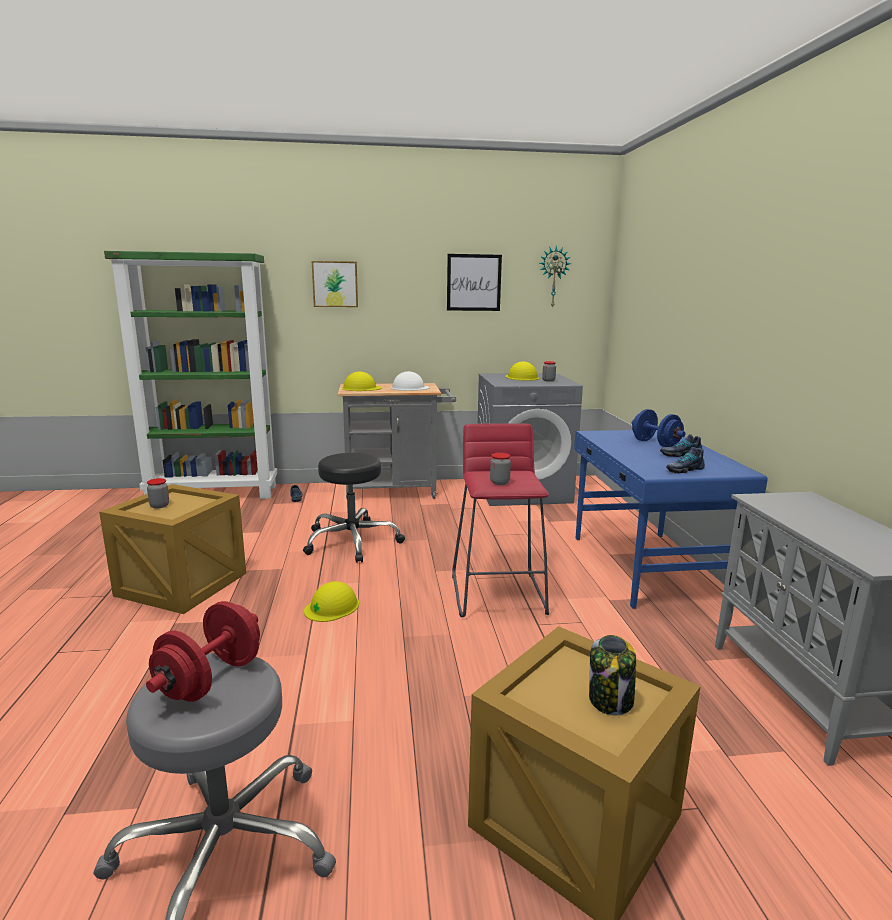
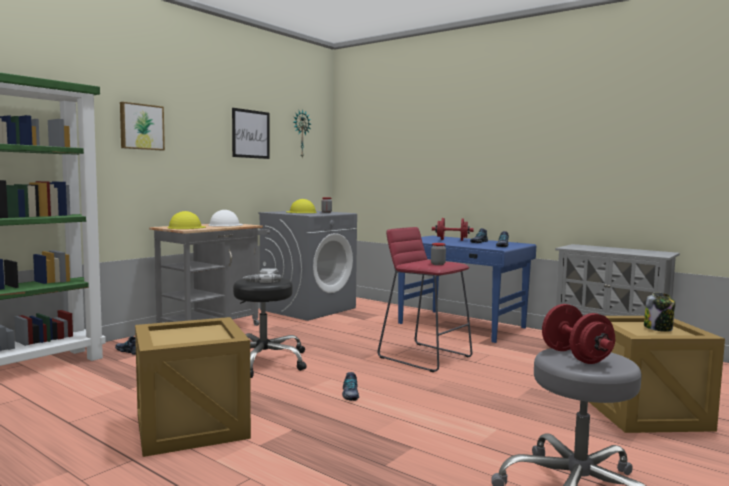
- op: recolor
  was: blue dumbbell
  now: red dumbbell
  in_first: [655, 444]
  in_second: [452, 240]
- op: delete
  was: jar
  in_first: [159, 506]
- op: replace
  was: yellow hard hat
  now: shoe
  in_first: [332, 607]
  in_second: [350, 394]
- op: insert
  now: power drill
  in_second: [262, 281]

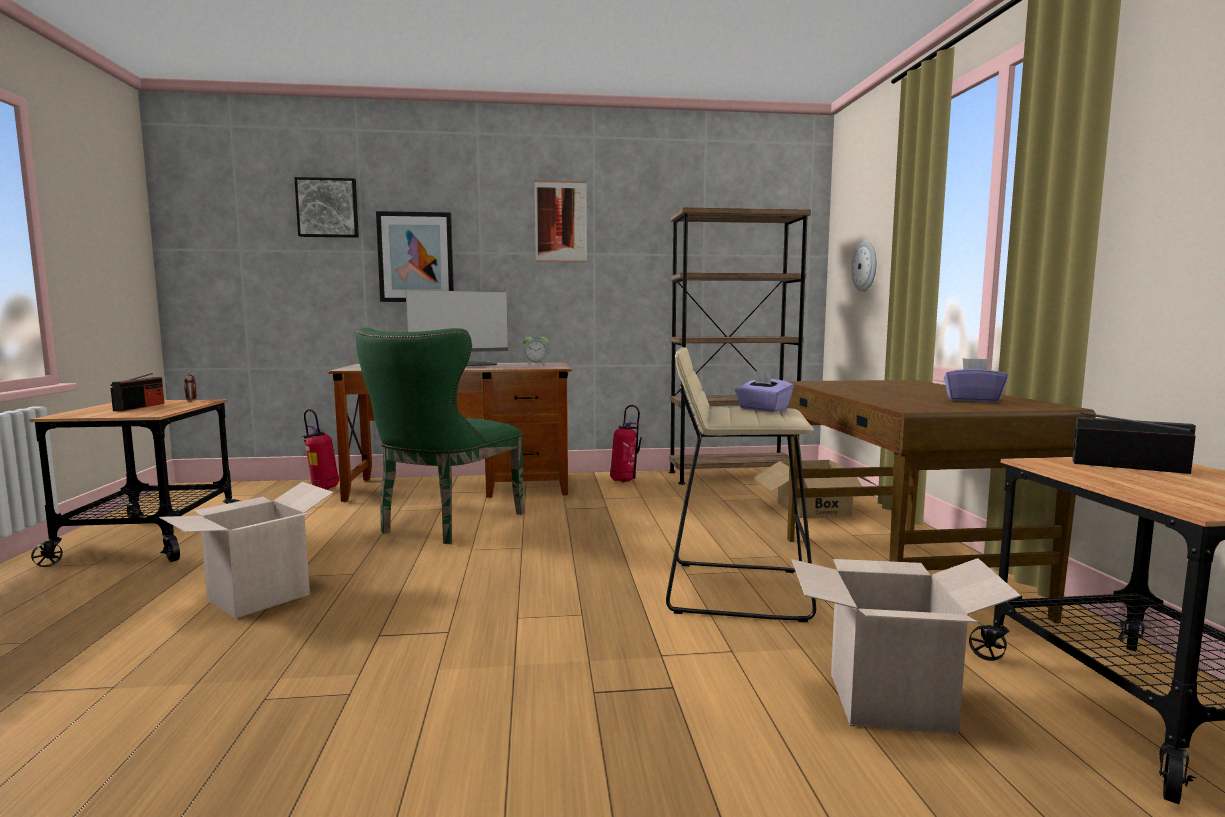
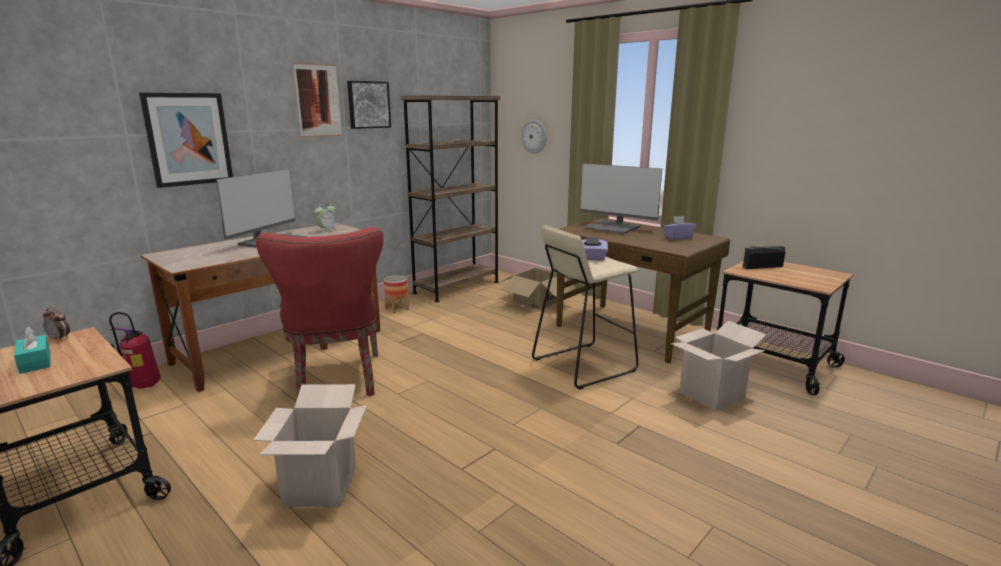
- op: move
  was: picture
  in_first: [328, 208]
  in_second: [368, 104]
- op: recolor
  was: green chair
  now: red chair
  in_first: [445, 524]
  in_second: [337, 382]
- op: replace
  was: radio
  now: turquoise tissue box
  in_first: [139, 407]
  in_second: [35, 362]
- op: replace
  was: fire extinguisher
  now: planter
  in_first: [624, 481]
  in_second: [397, 309]
- op: insert
  now: monitor
  in_second: [613, 227]

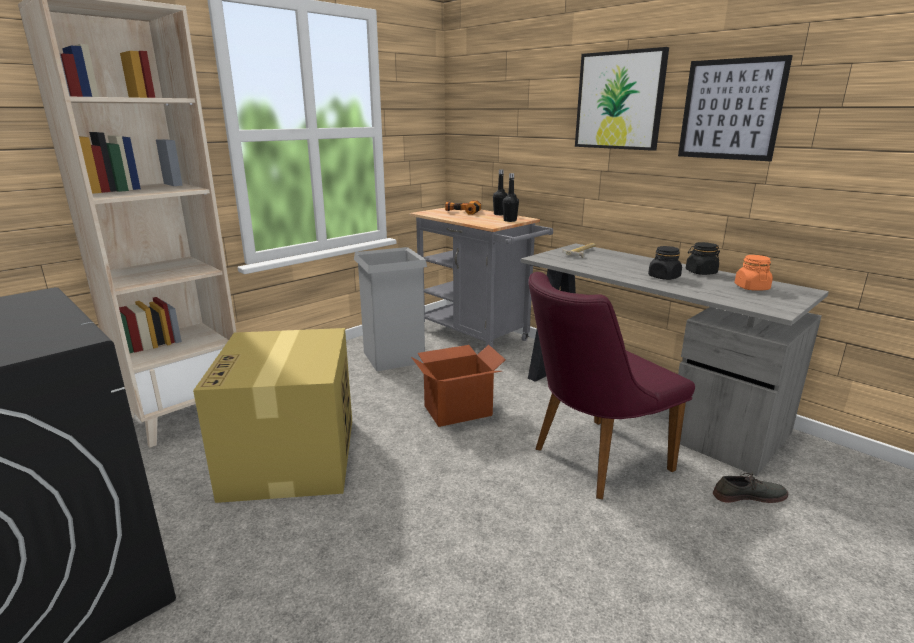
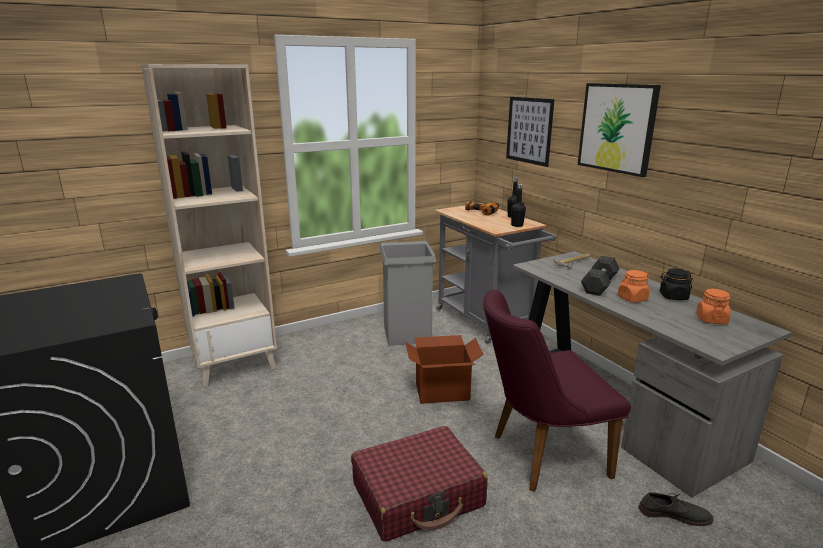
- op: move
  was: picture
  in_first: [730, 110]
  in_second: [529, 130]
- op: recolor
  was: black jar
  now: orange jar
  in_first: [664, 277]
  in_second: [632, 298]
- op: delete
  was: cardboard box
  in_first: [291, 458]
- op: insert
  now: grey dumbbell
  in_second: [599, 285]
- op: insert
  now: red suitcase
  in_second: [418, 495]

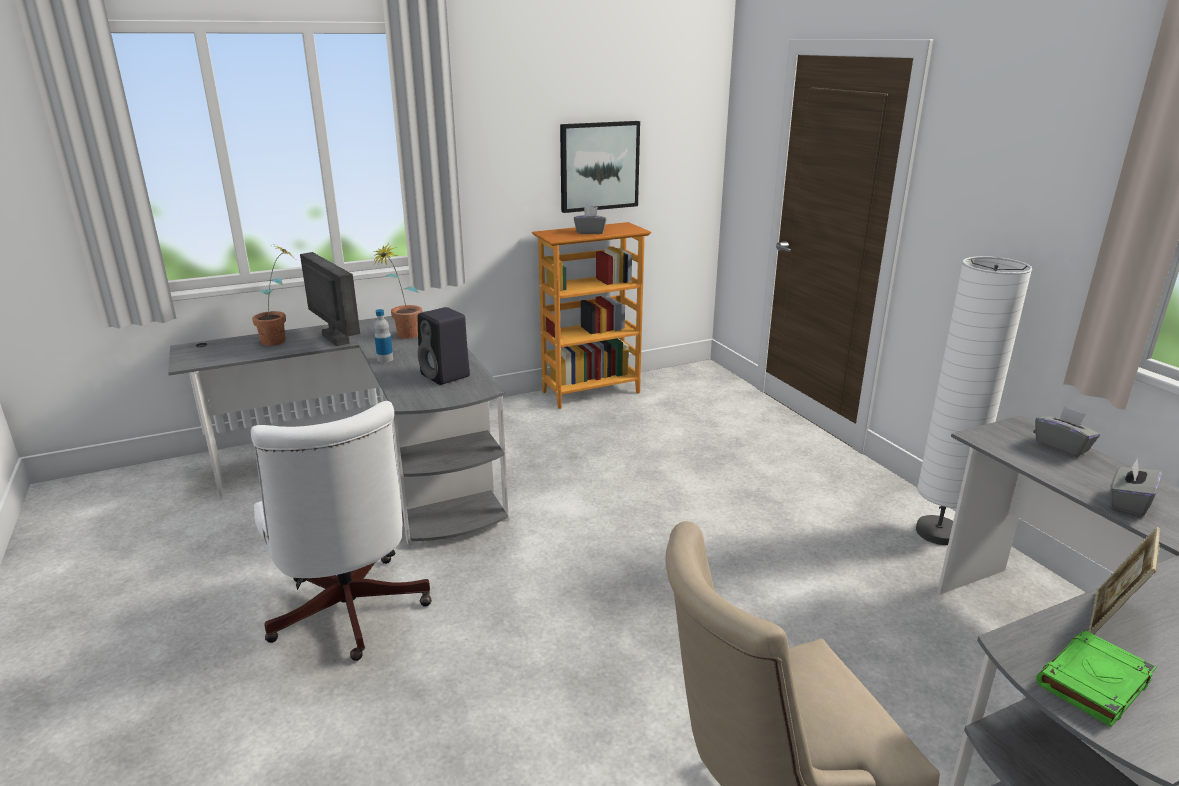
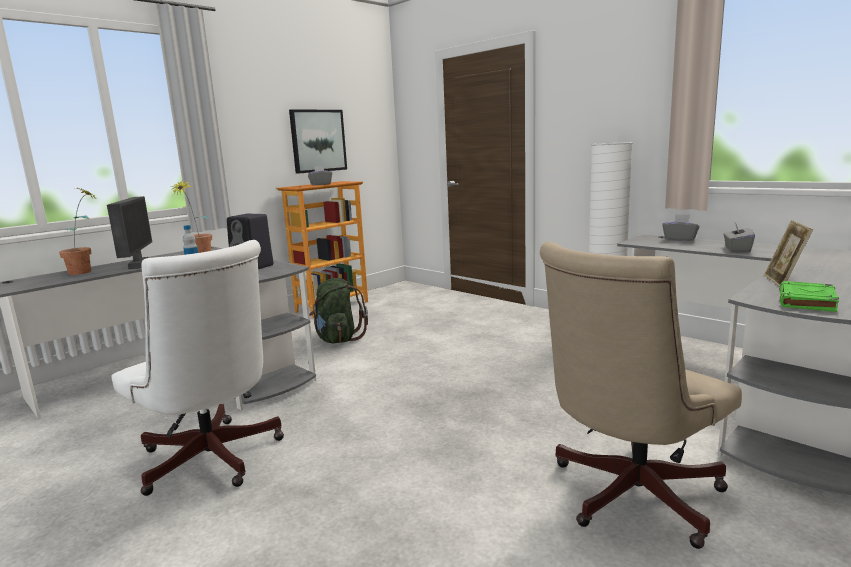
- op: rotate
  was: monitor
  in_first: [334, 339]
  in_second: [137, 265]
  clockwise: 45
- op: insert
  now: green backpack
  in_second: [337, 339]

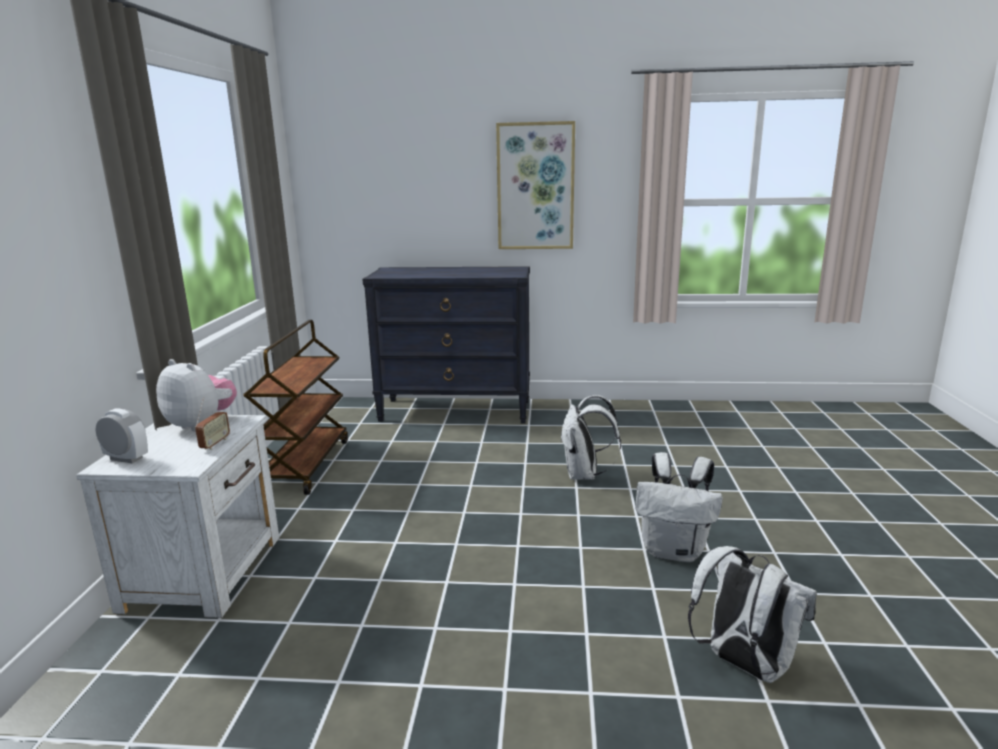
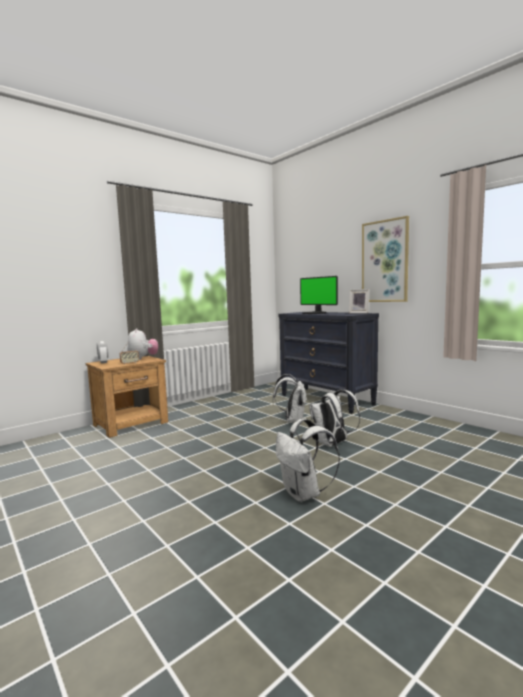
- op: delete
  was: brown cart
  in_first: [305, 465]
- op: recolor
  was: white nightstand
  now: brown nightstand
  in_first: [206, 571]
  in_second: [132, 423]
- op: move
  was: white backpack
  in_first: [743, 664]
  in_second: [292, 421]
- op: insert
  now: monitor
  in_second: [315, 313]
- op: insert
  now: picture frame
  in_second: [359, 313]

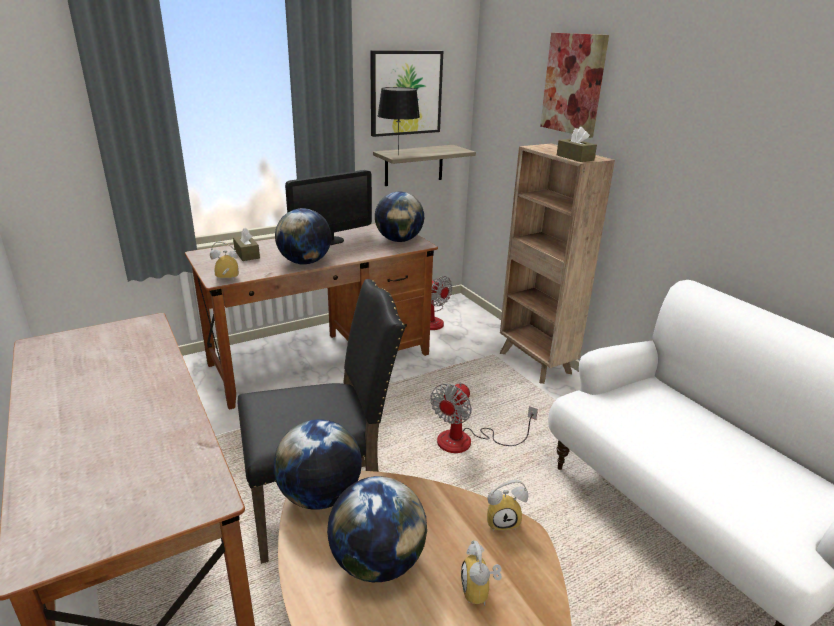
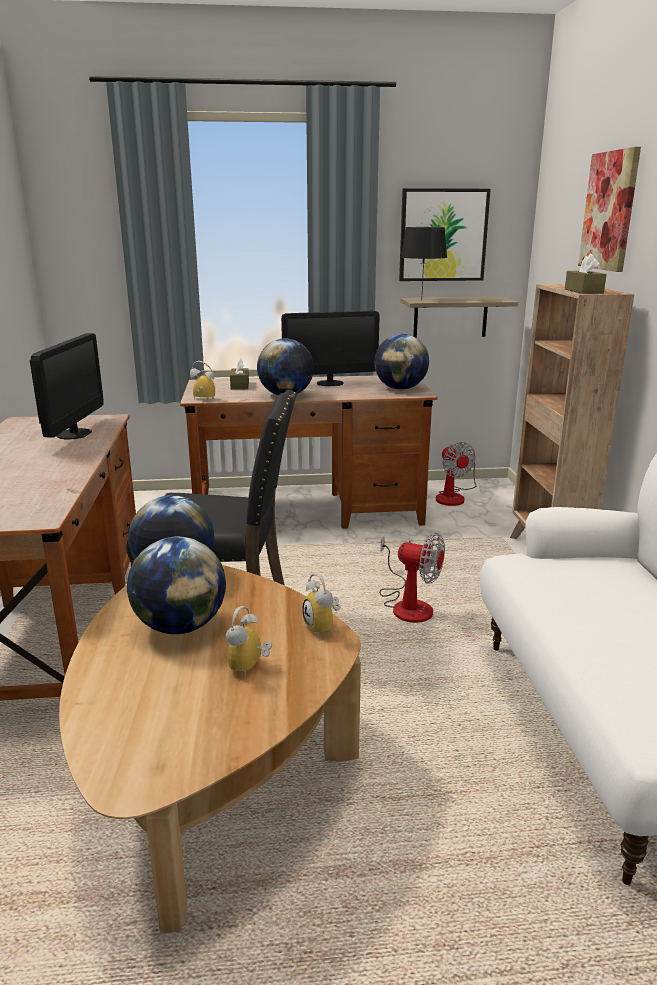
- op: rotate
  was: fan
  in_first: [467, 441]
  in_second: [407, 604]
  clockwise: -120
- op: rotate
  was: alarm clock
  in_first: [503, 520]
  in_second: [324, 627]
  clockwise: 45
- op: insert
  now: monitor
  in_second: [74, 434]

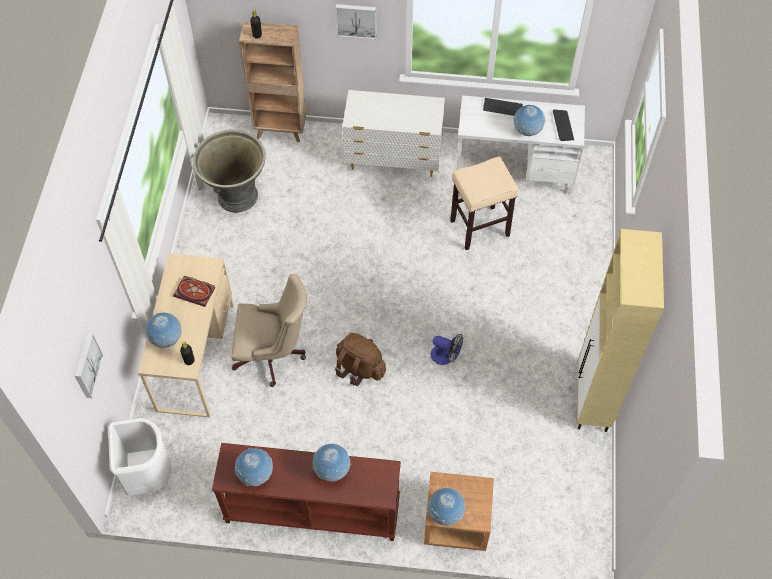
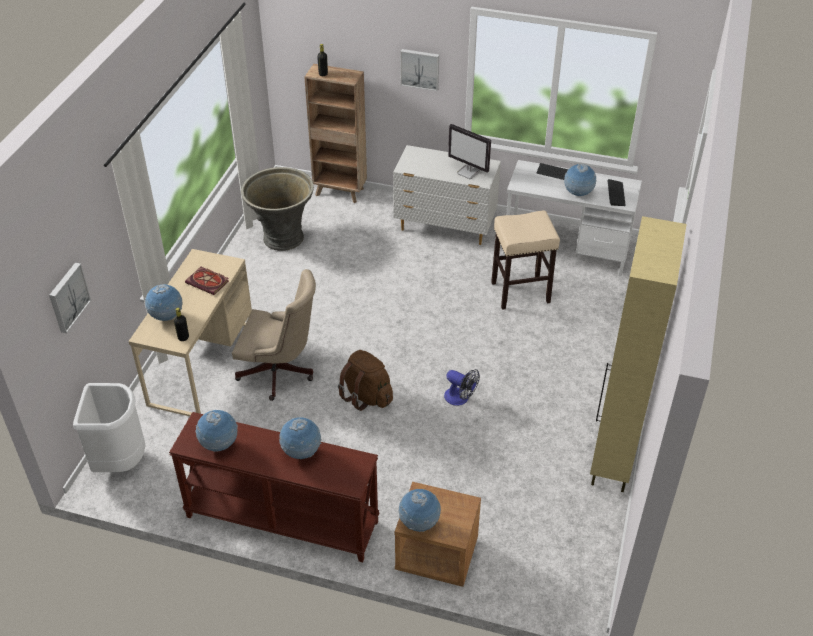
- op: insert
  now: monitor
  in_second: [469, 172]

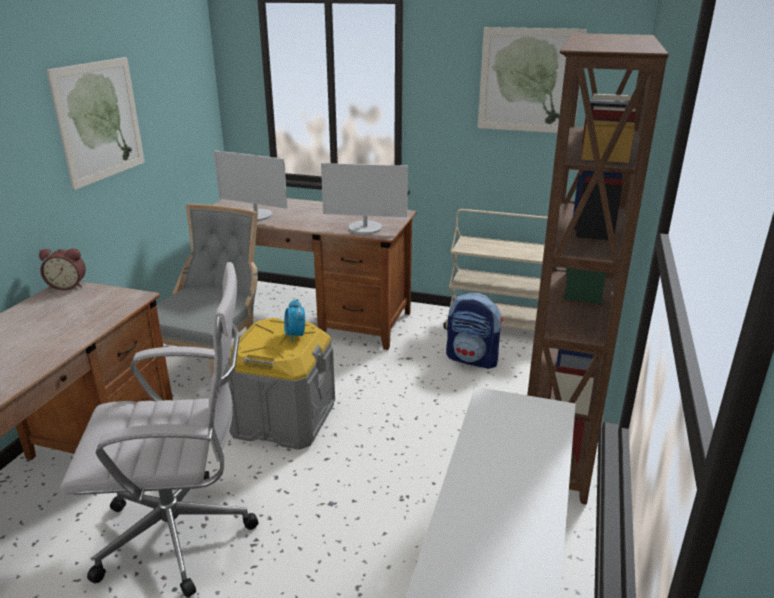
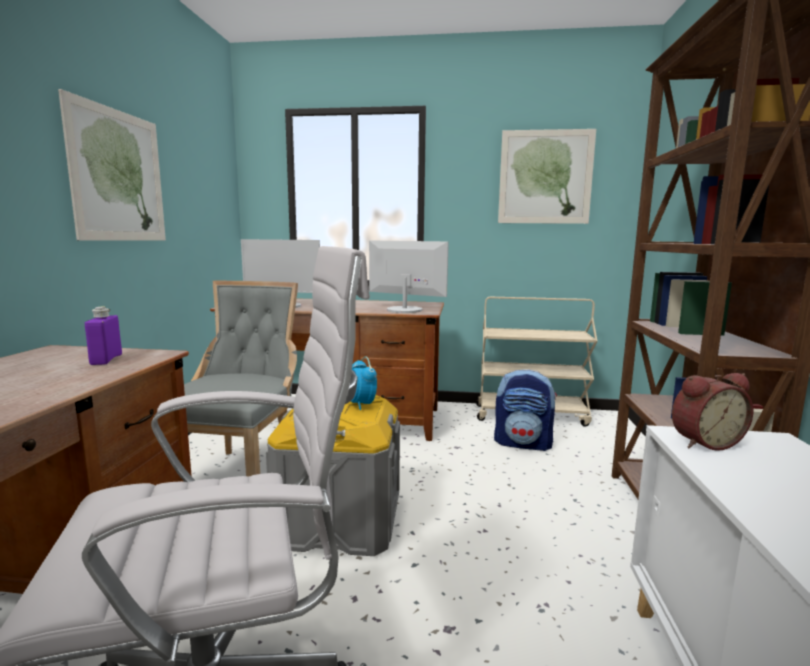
- op: rotate
  was: monitor
  in_first: [365, 228]
  in_second: [404, 310]
  clockwise: -150
- op: move
  was: alarm clock
  in_first: [68, 285]
  in_second: [703, 442]
- op: insert
  now: purple bottle
  in_second: [106, 359]

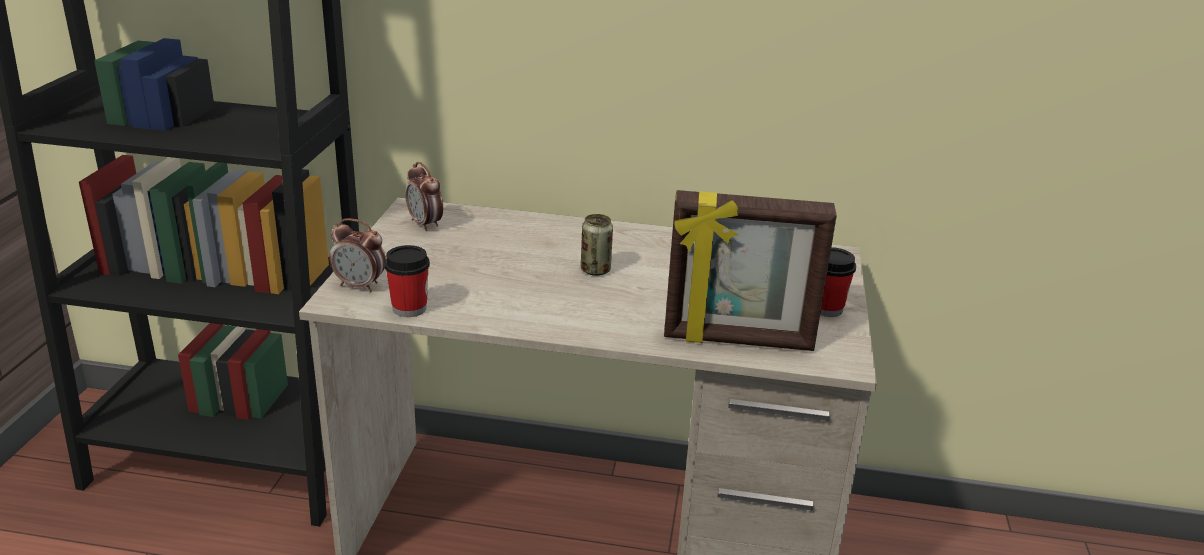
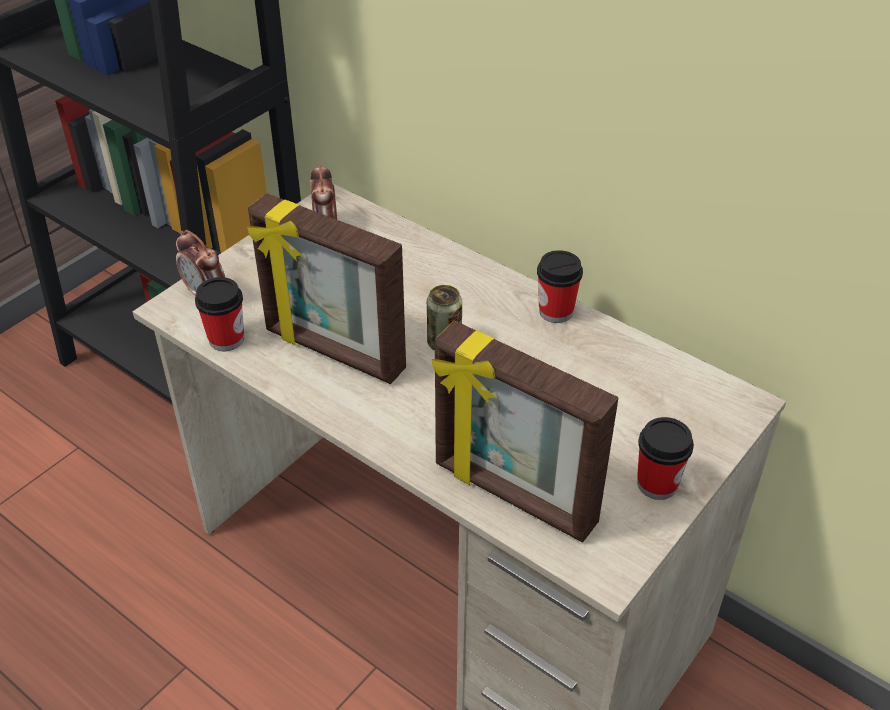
- op: insert
  now: picture frame
  in_second: [333, 352]
- op: insert
  now: cup
  in_second: [556, 311]

